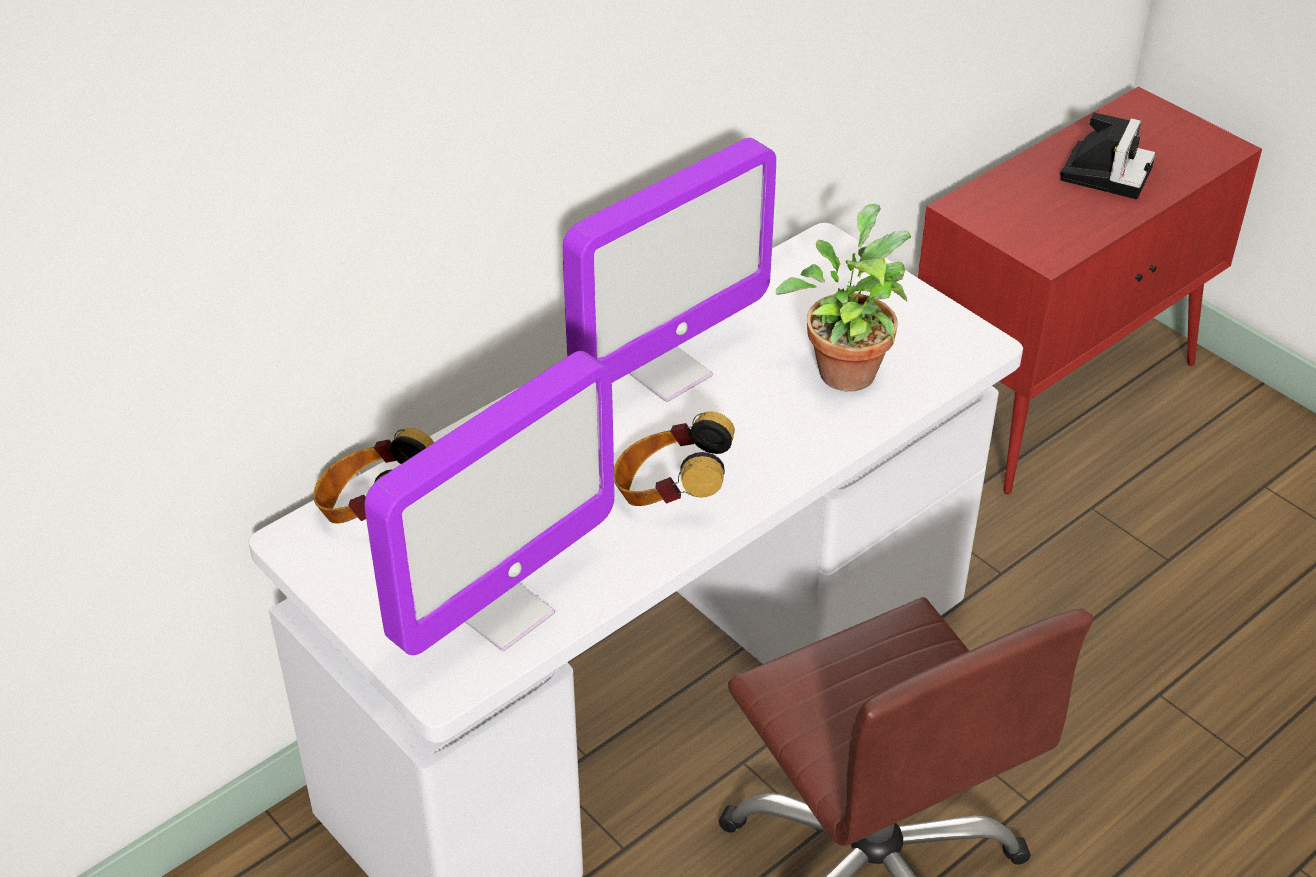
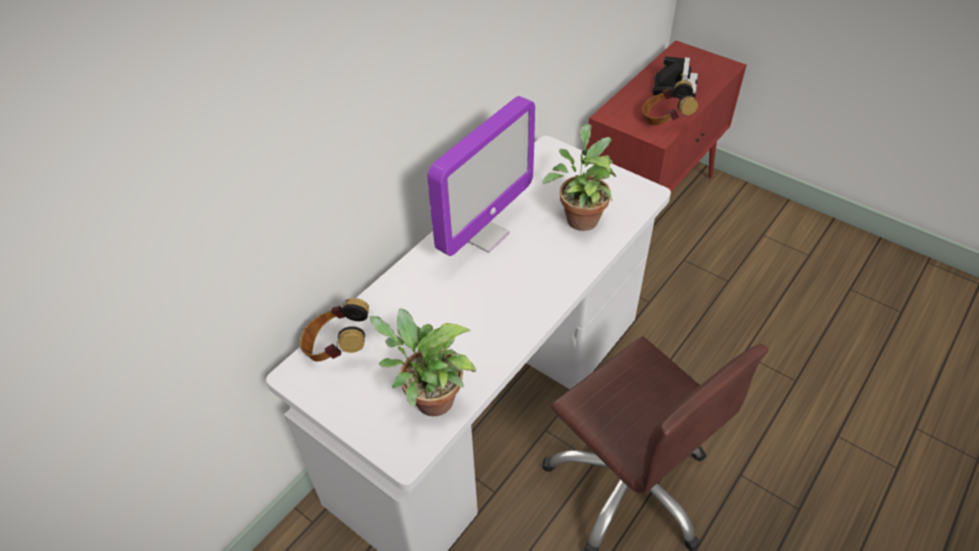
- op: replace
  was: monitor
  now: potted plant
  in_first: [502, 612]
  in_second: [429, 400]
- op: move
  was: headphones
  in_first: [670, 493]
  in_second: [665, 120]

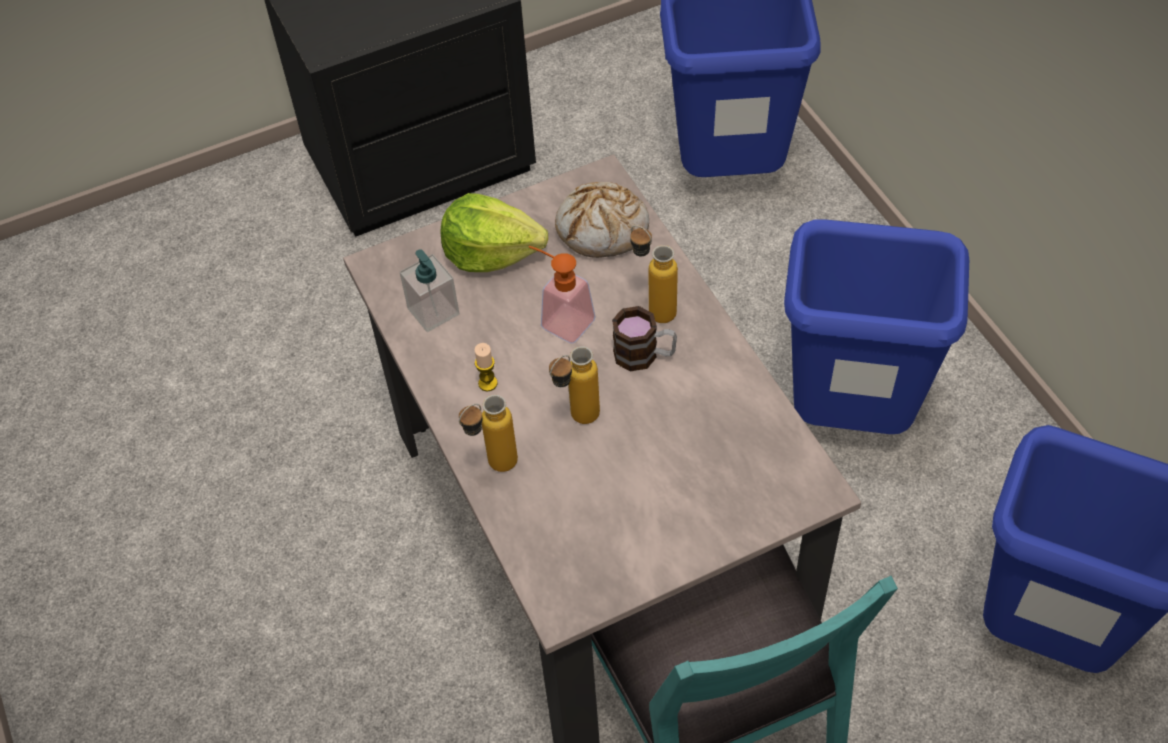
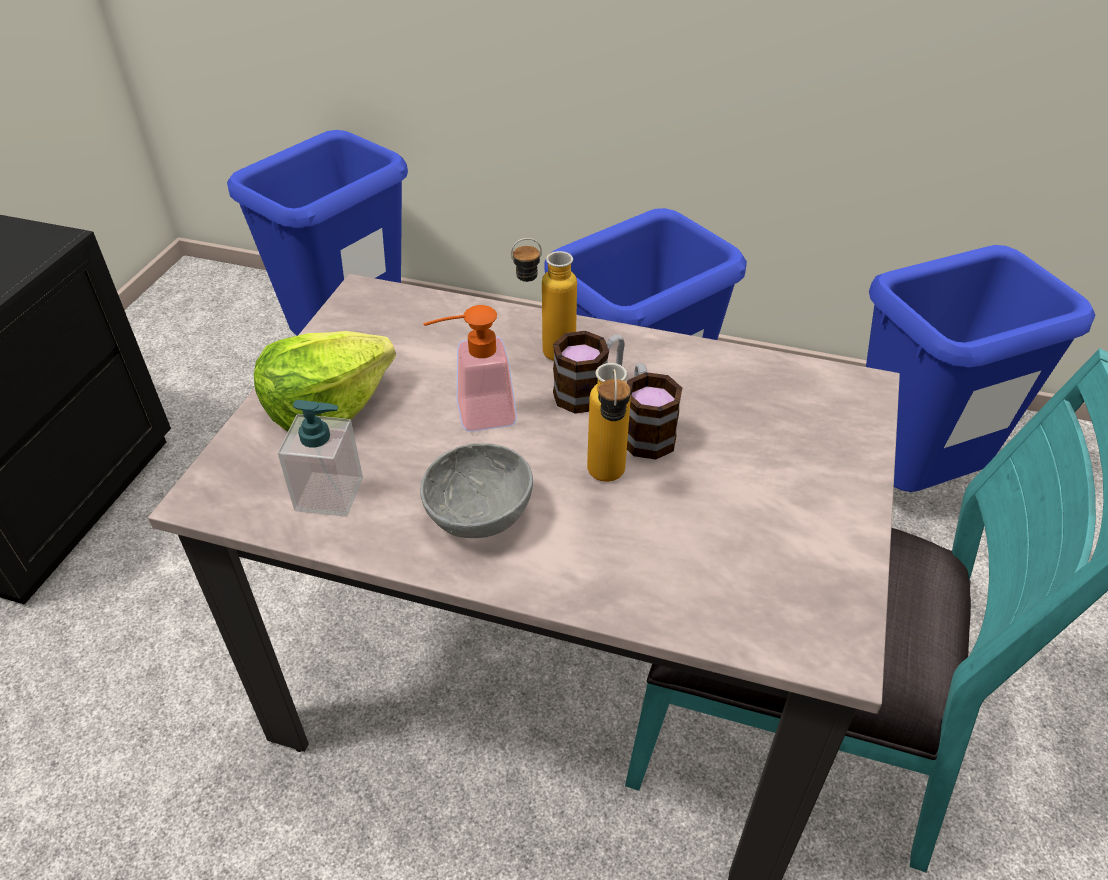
- op: delete
  was: bread
  in_first: [603, 229]
- op: replace
  was: candle
  now: grey bowl
  in_first: [488, 383]
  in_second: [477, 514]
- op: delete
  was: bottle
  in_first: [493, 467]
- op: insert
  now: mug
  in_second: [645, 430]

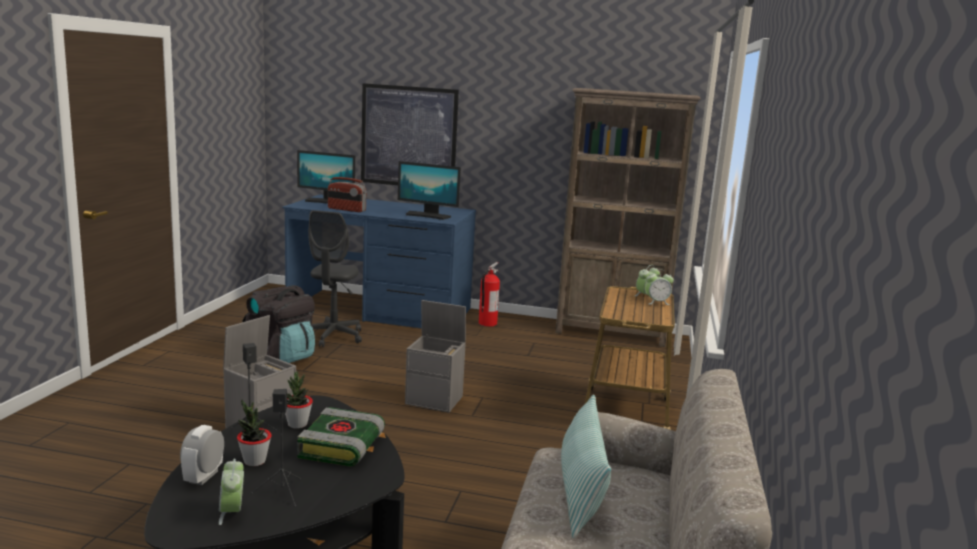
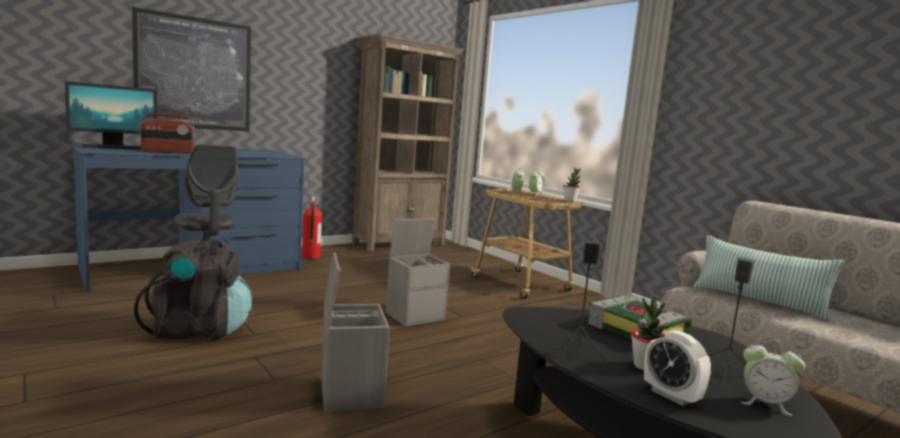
- op: delete
  was: monitor
  in_first: [428, 215]
- op: move
  was: potted plant
  in_first: [297, 424]
  in_second: [570, 200]

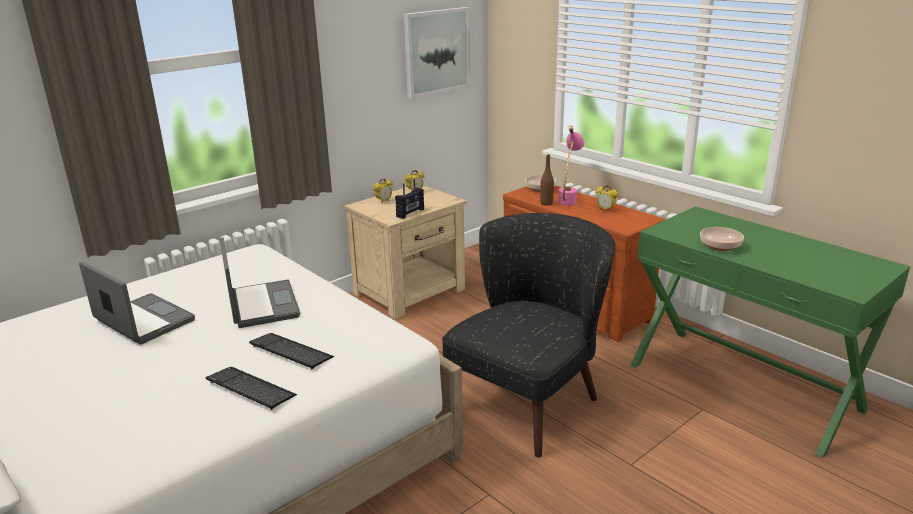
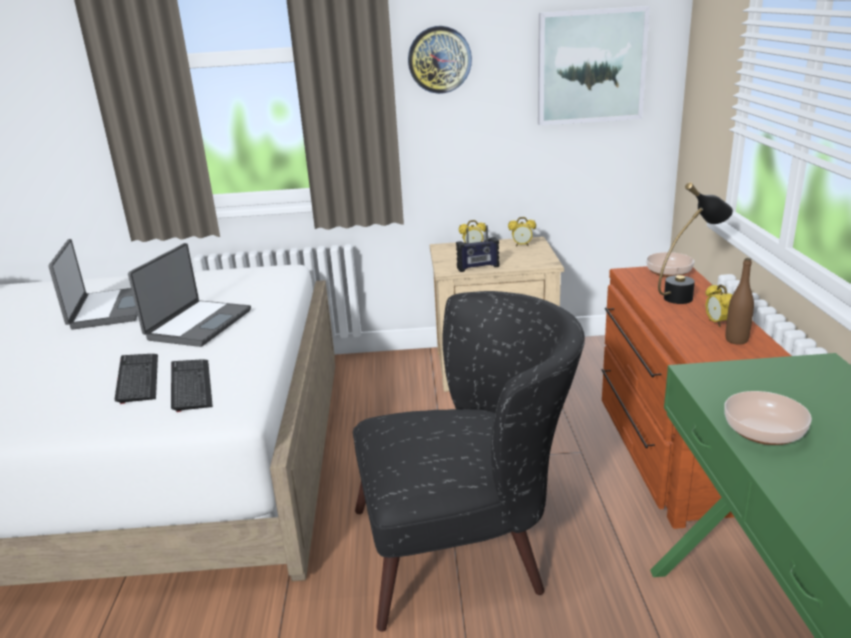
- op: recolor
  was: pink table lamp
  now: black table lamp
  in_first: [568, 199]
  in_second: [687, 295]
- op: move
  was: brown bottle
  in_first: [546, 203]
  in_second: [736, 340]
- op: move
  was: keyboard
  in_first: [250, 389]
  in_second: [191, 386]
- op: insert
  now: wall clock
  in_second: [439, 60]

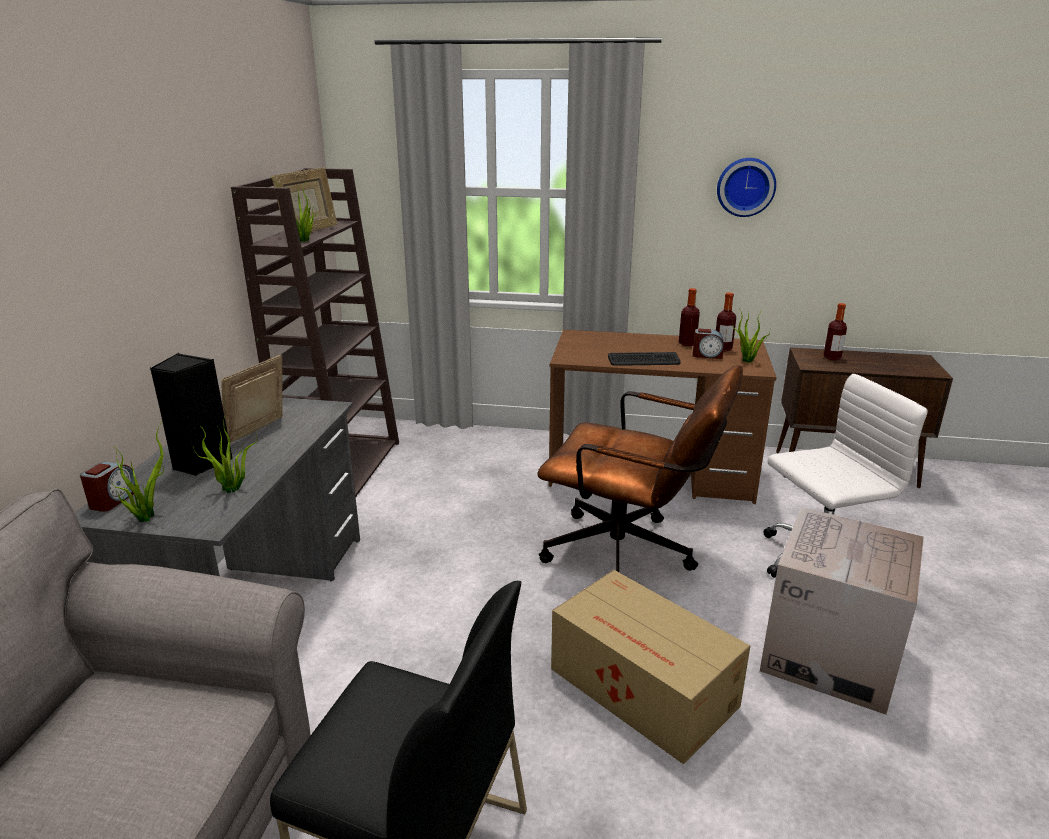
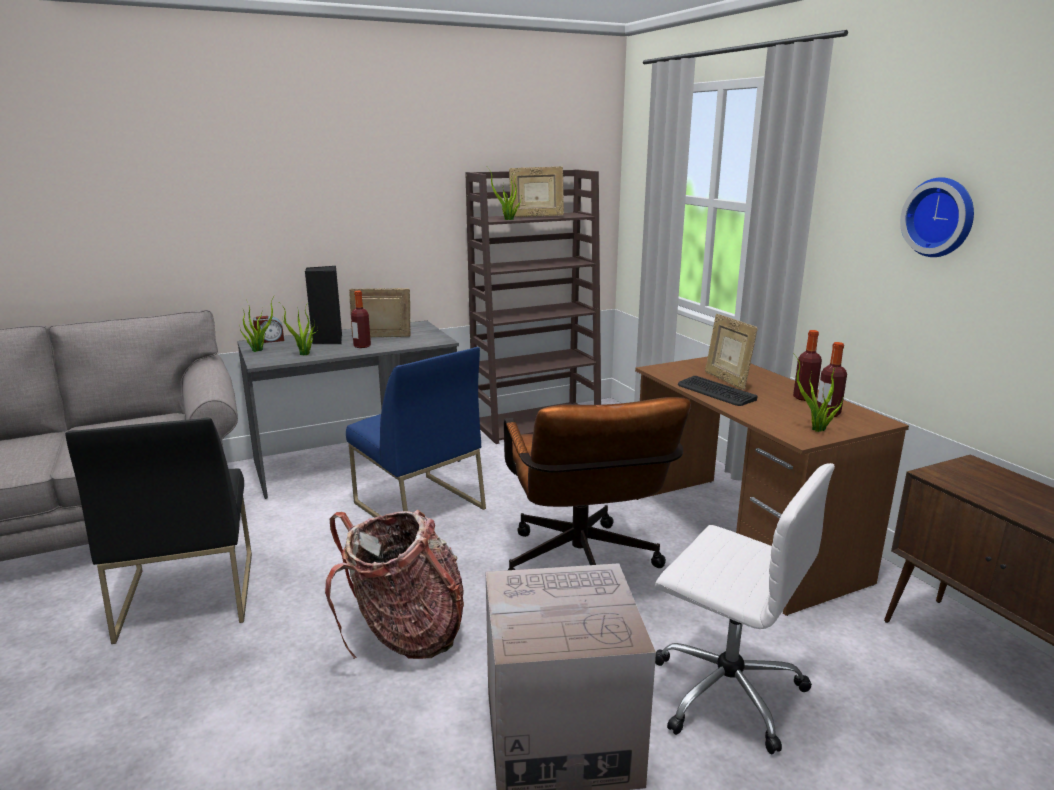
- op: move
  was: bottle
  in_first: [832, 357]
  in_second: [362, 346]
- op: delete
  was: alarm clock
  in_first: [707, 355]
- op: replace
  was: cardboard box
  now: backpack
  in_first: [644, 689]
  in_second: [405, 634]
- op: insert
  now: picture frame
  in_second: [726, 381]
- op: insert
  now: blue chair
  in_second: [417, 506]

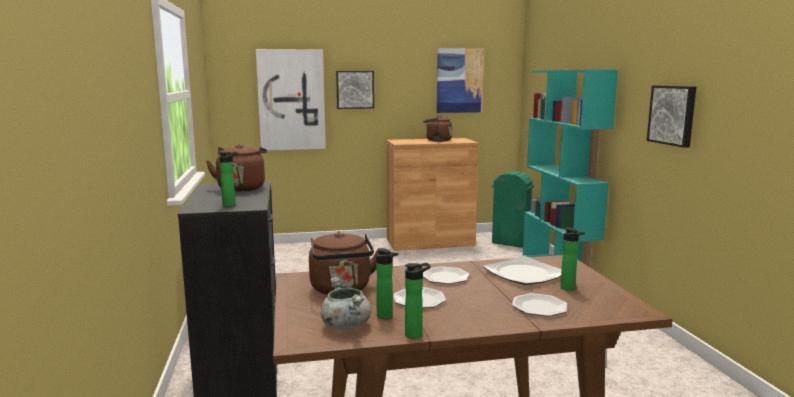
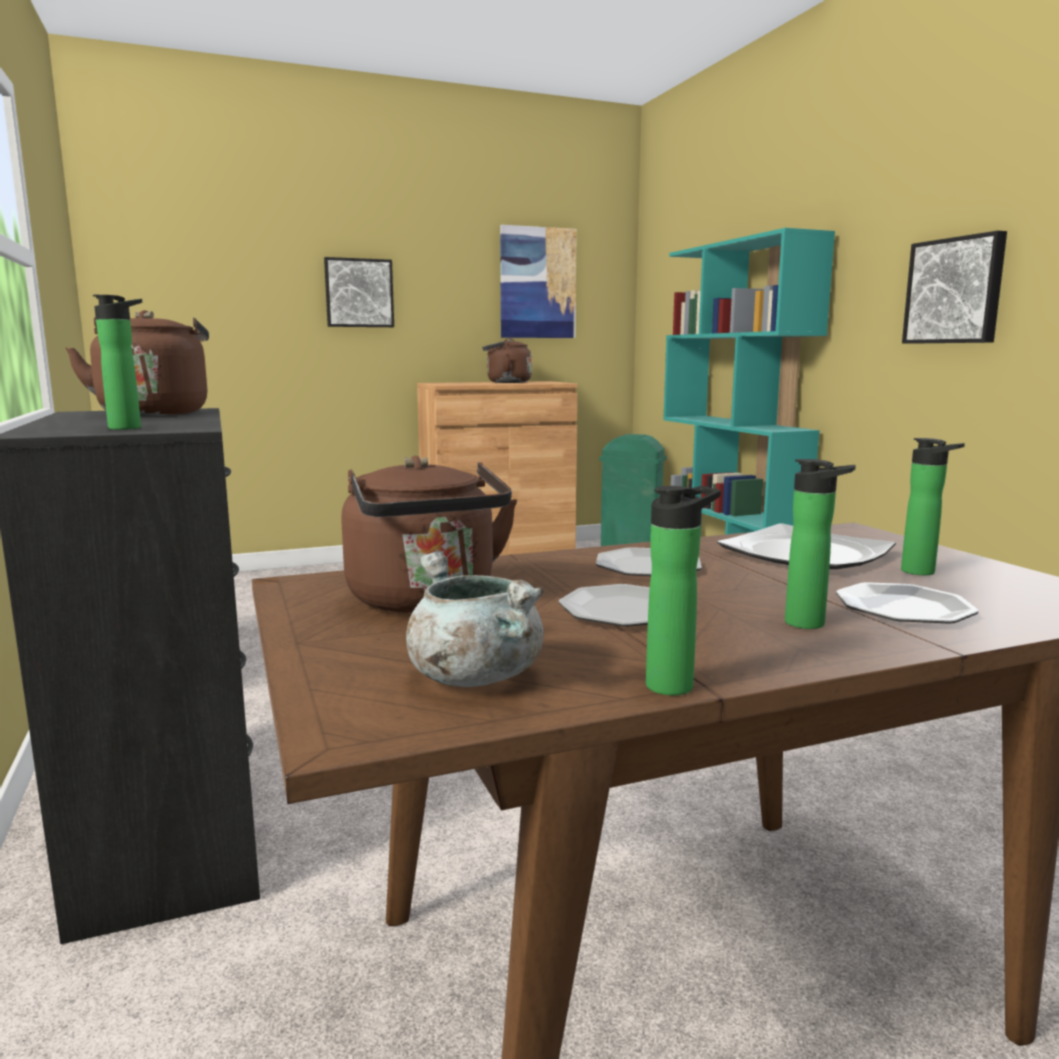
- op: delete
  was: picture
  in_first: [291, 100]
- op: move
  was: bottle
  in_first: [386, 316]
  in_second: [811, 624]

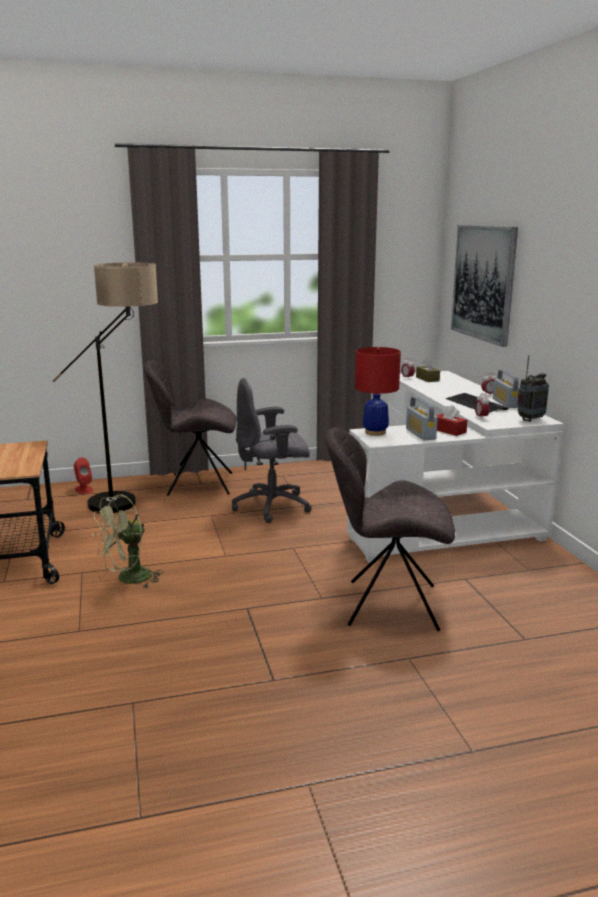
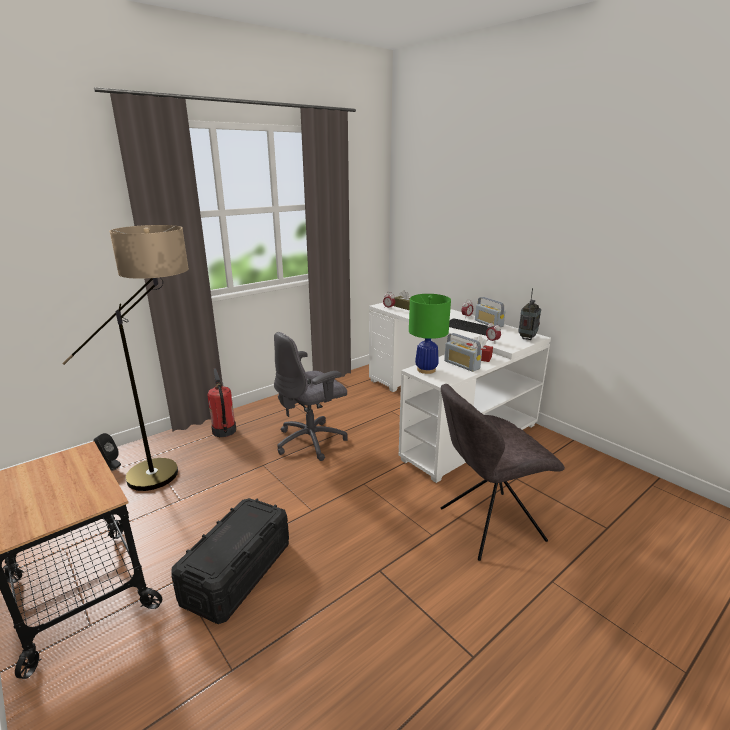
- op: delete
  was: picture
  in_first: [483, 283]
- op: recolor
  was: red table lamp
  now: green table lamp
  in_first: [375, 432]
  in_second: [426, 370]
- op: replace
  was: grey chair
  now: fire extinguisher
  in_first: [197, 484]
  in_second: [224, 431]
- op: recolor
  was: red speaker
  now: black speaker
  in_first: [83, 489]
  in_second: [109, 464]
- op: replace
  was: green fan
  now: black storage box
  in_first: [128, 579]
  in_second: [238, 572]

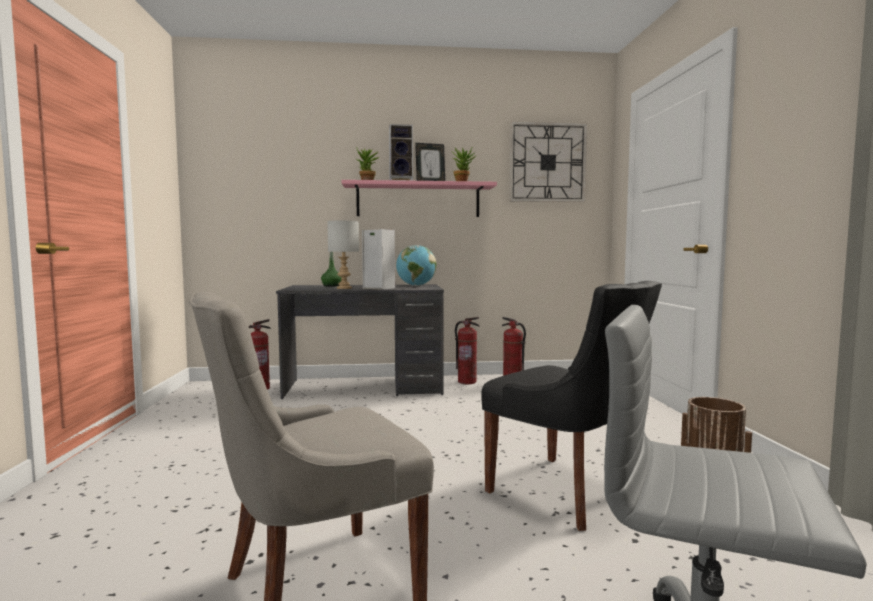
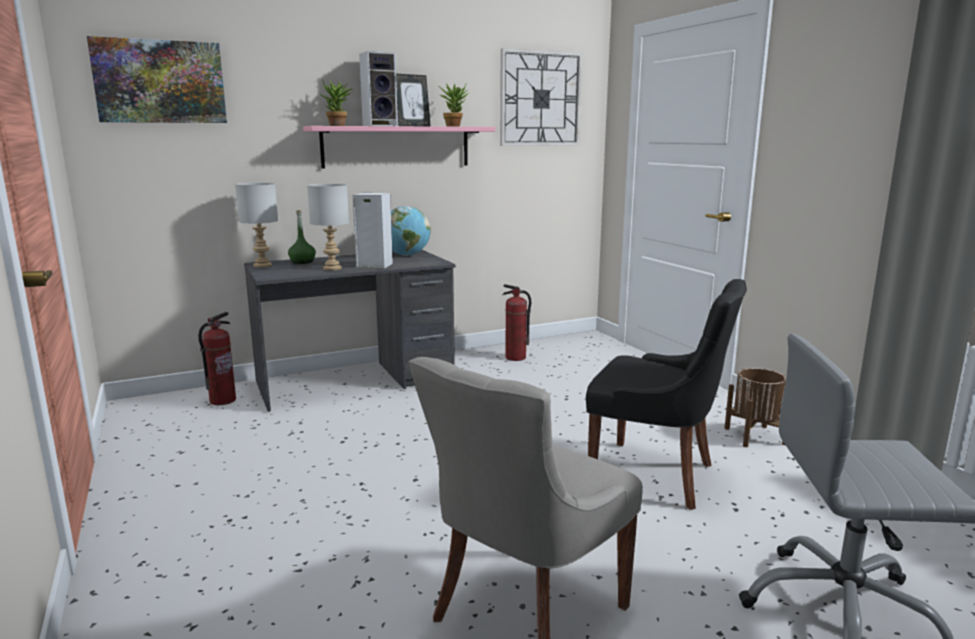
- op: delete
  was: fire extinguisher
  in_first: [467, 382]
- op: insert
  now: picture
  in_second: [160, 82]
- op: insert
  now: grey table lamp
  in_second: [263, 265]

